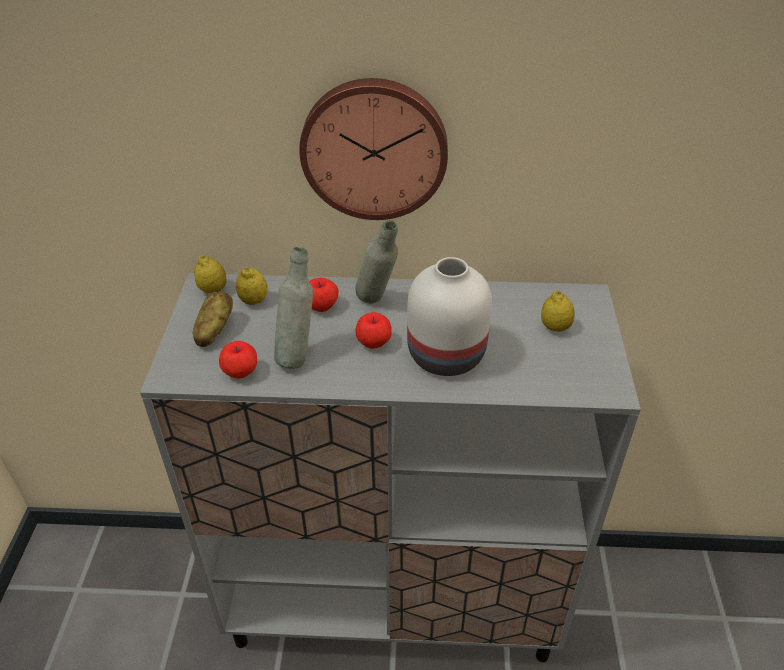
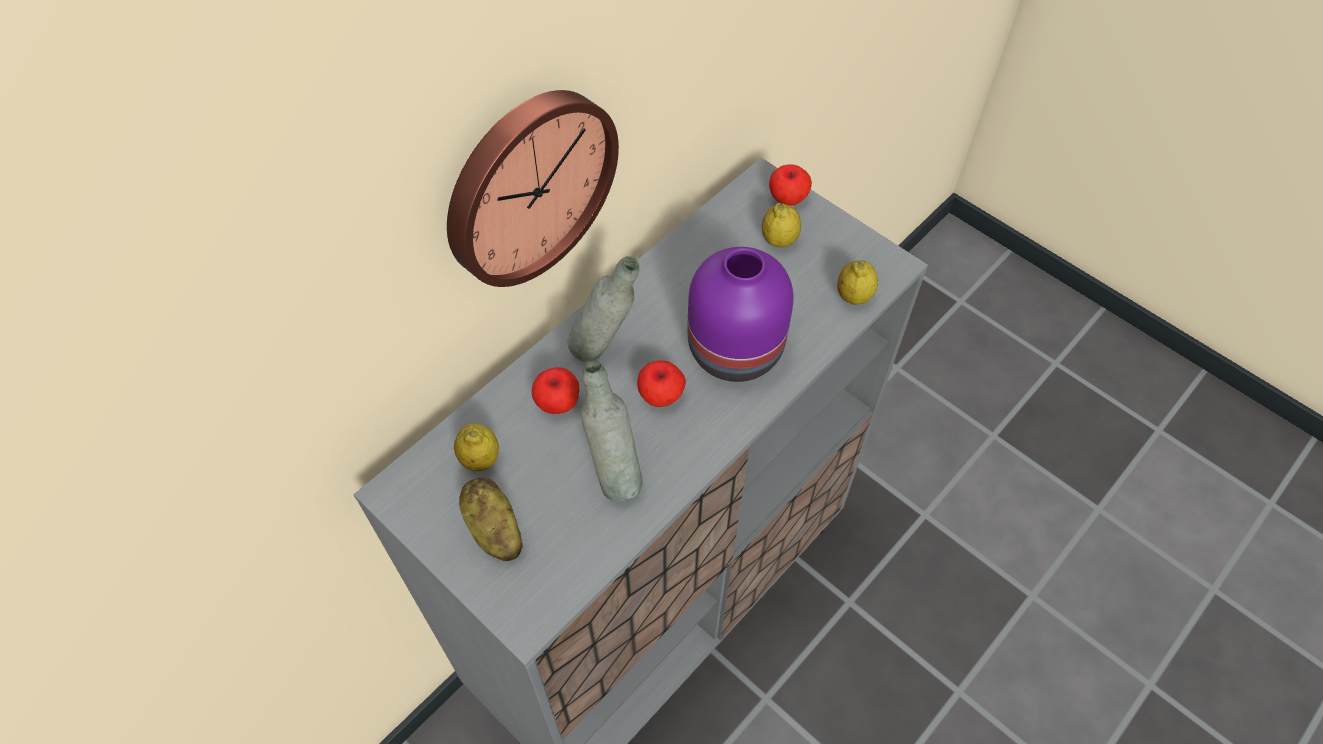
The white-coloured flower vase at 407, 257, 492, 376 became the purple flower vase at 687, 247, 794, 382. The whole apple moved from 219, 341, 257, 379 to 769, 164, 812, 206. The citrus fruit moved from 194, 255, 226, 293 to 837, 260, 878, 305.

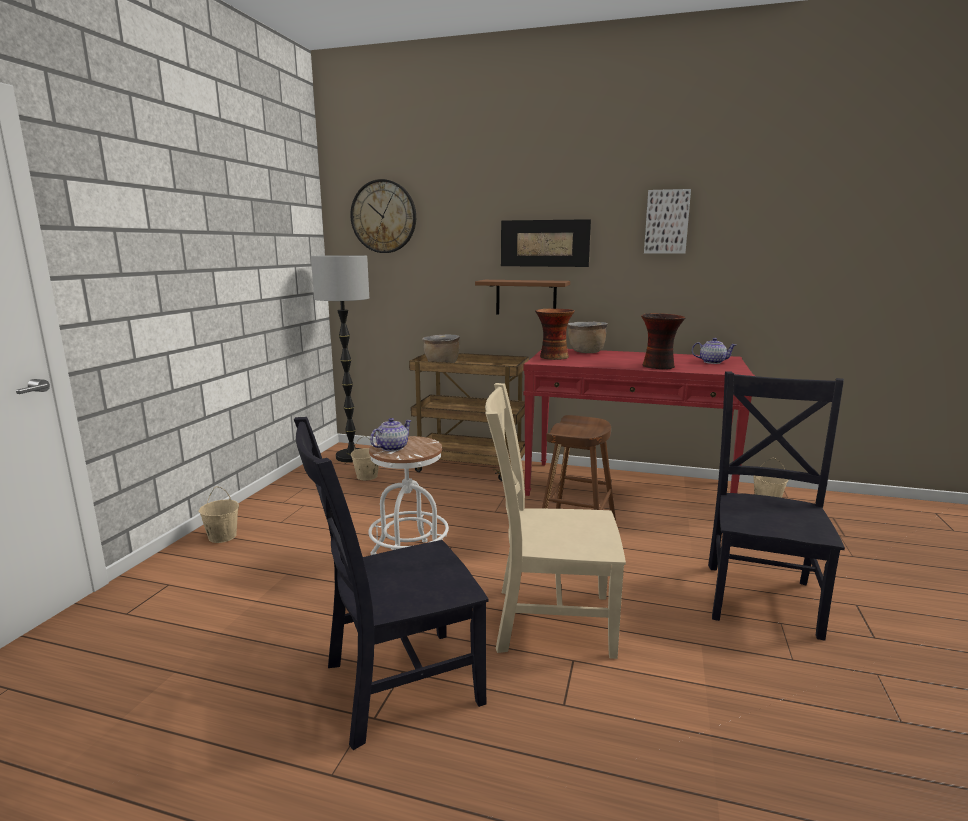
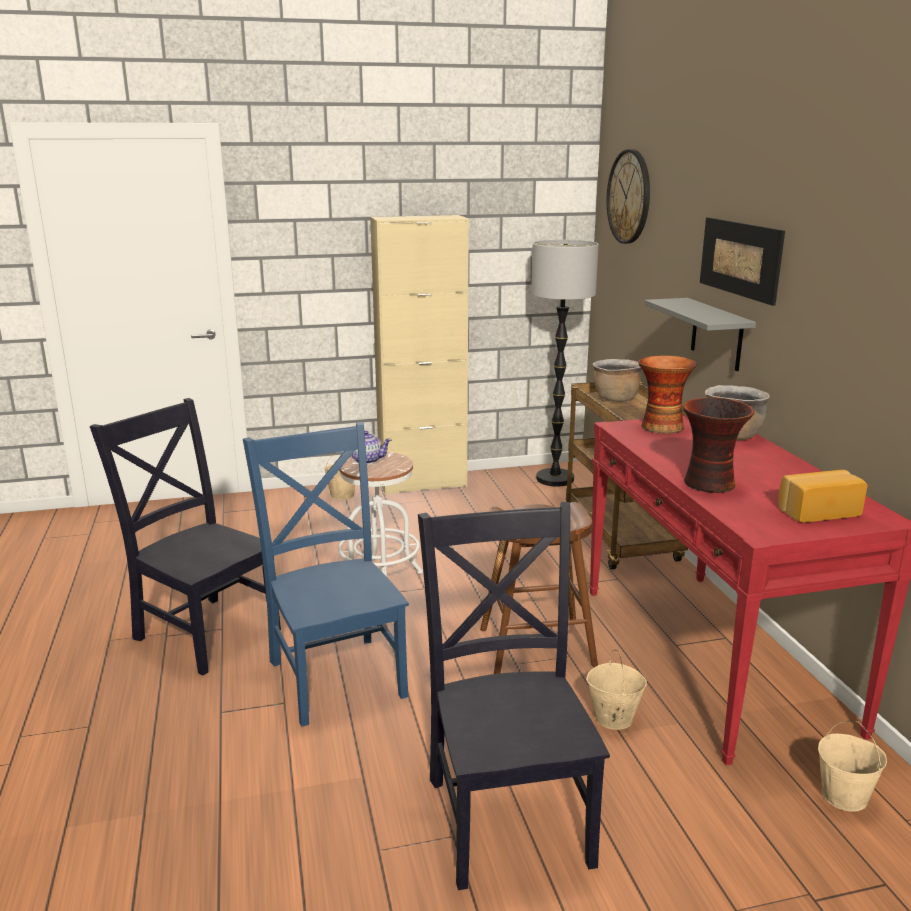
The sand-coloured chair at 485, 383, 626, 659 became the bluish chair at 243, 422, 409, 727. The sand-coloured storage cabinet at 370, 215, 469, 495 appeared. The black chair at 708, 371, 845, 641 turned 90 degrees counterclockwise. The sand-coloured pail moved from 351, 436, 379, 480 to 586, 650, 647, 730. The brown-coloured shelf at 475, 280, 570, 315 became the grey shelf at 645, 298, 756, 371. The tea pot at 692, 338, 736, 364 was replaced by the bread at 778, 470, 867, 522. The wall picture at 644, 189, 691, 254 disappeared.

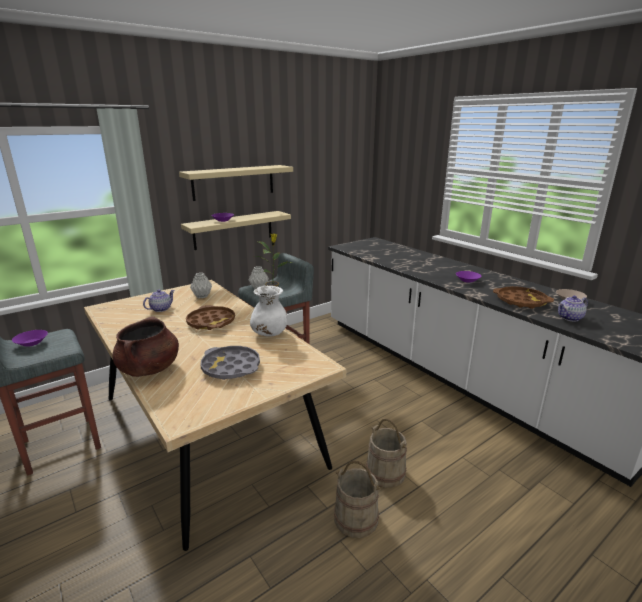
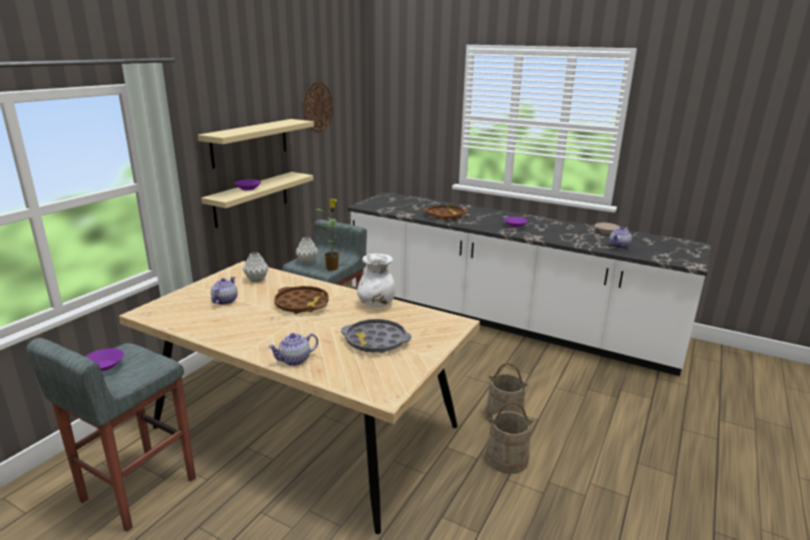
The brown-coloured stockpot at 112, 316, 179, 377 was replaced by the tea pot at 268, 333, 318, 366. The clock on the wall at 303, 82, 333, 133 appeared. The brown-coloured tray moved from 493, 286, 554, 309 to 423, 205, 469, 220.

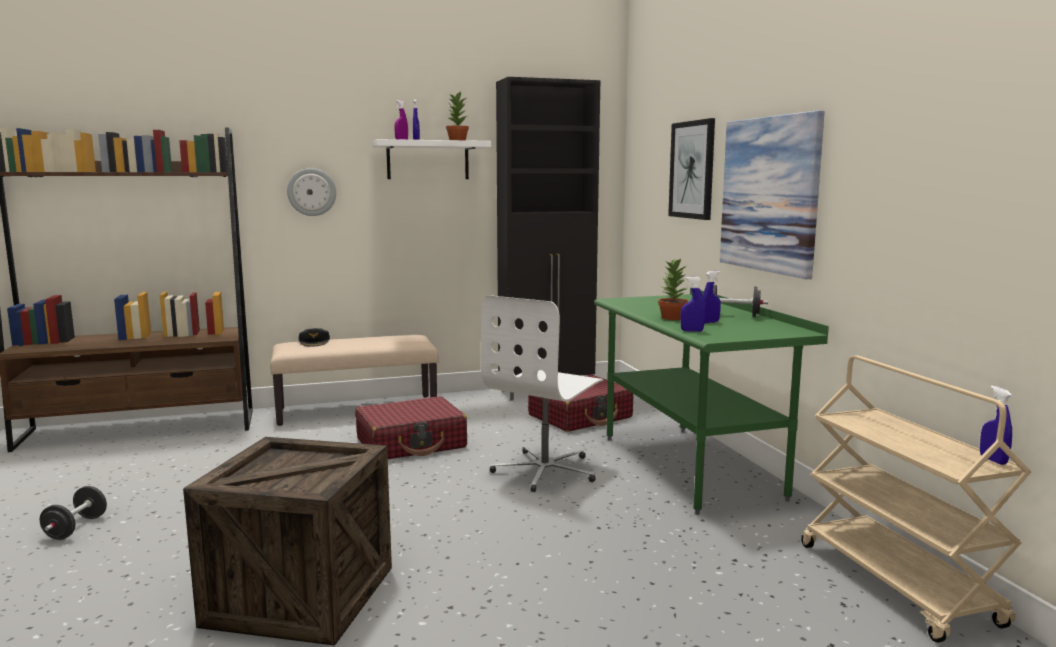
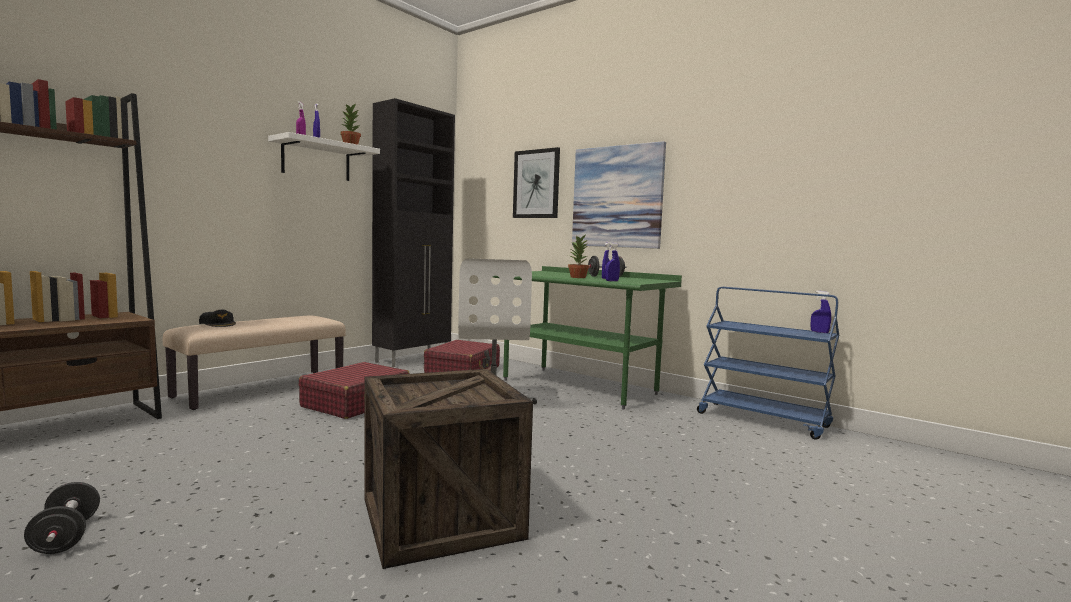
The sand-coloured wheeled cart at 801, 355, 1031, 643 became the bluish wheeled cart at 697, 287, 839, 440. The clock on the wall at 287, 168, 336, 216 disappeared.

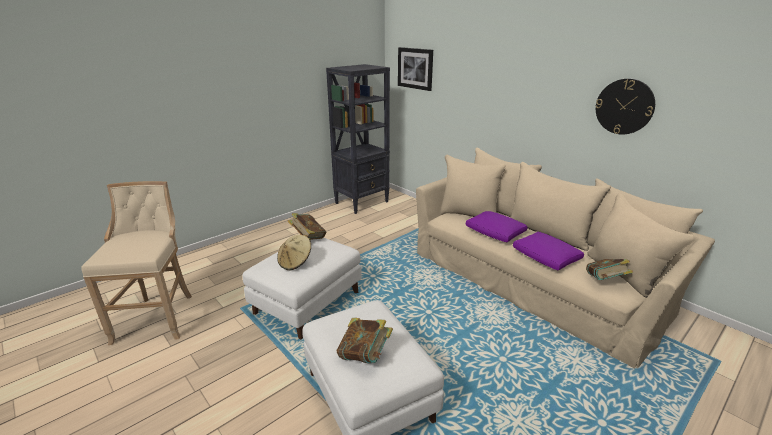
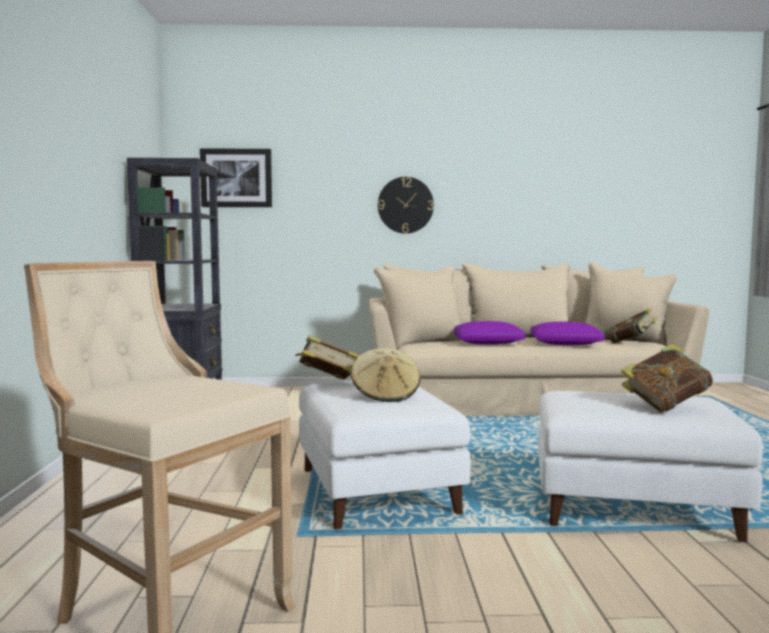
The clock on the wall moved from 596, 78, 655, 135 to 378, 177, 434, 234.

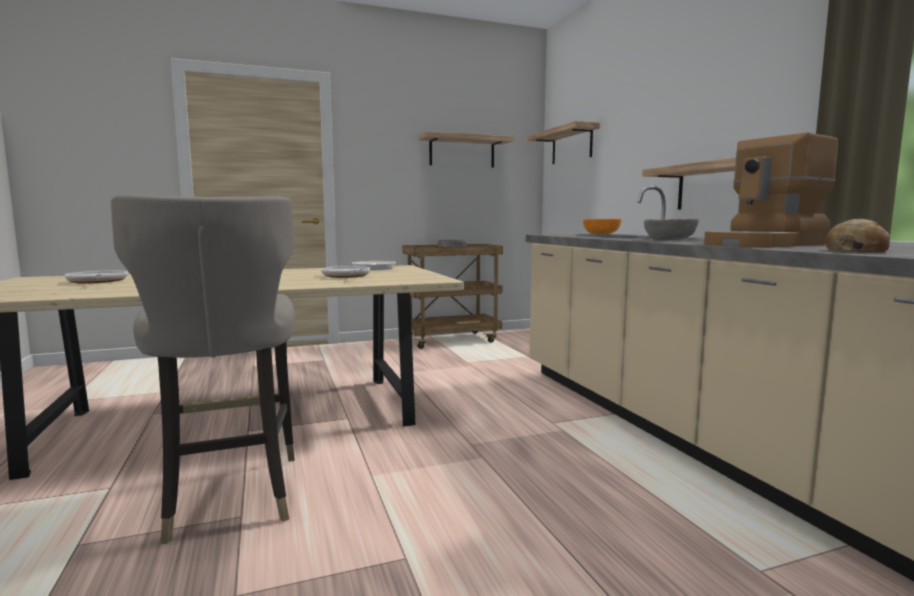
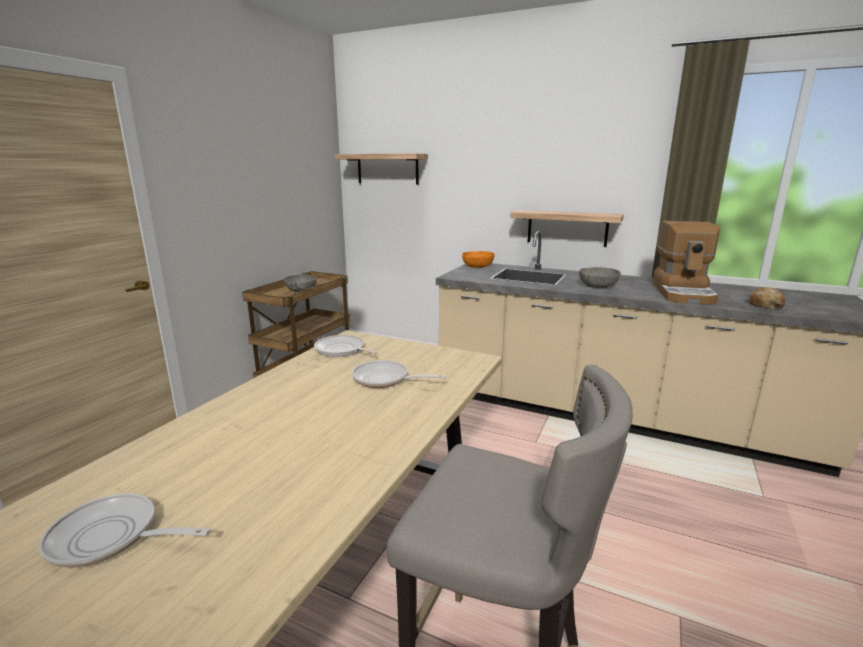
The shelf at 419, 131, 514, 168 disappeared.

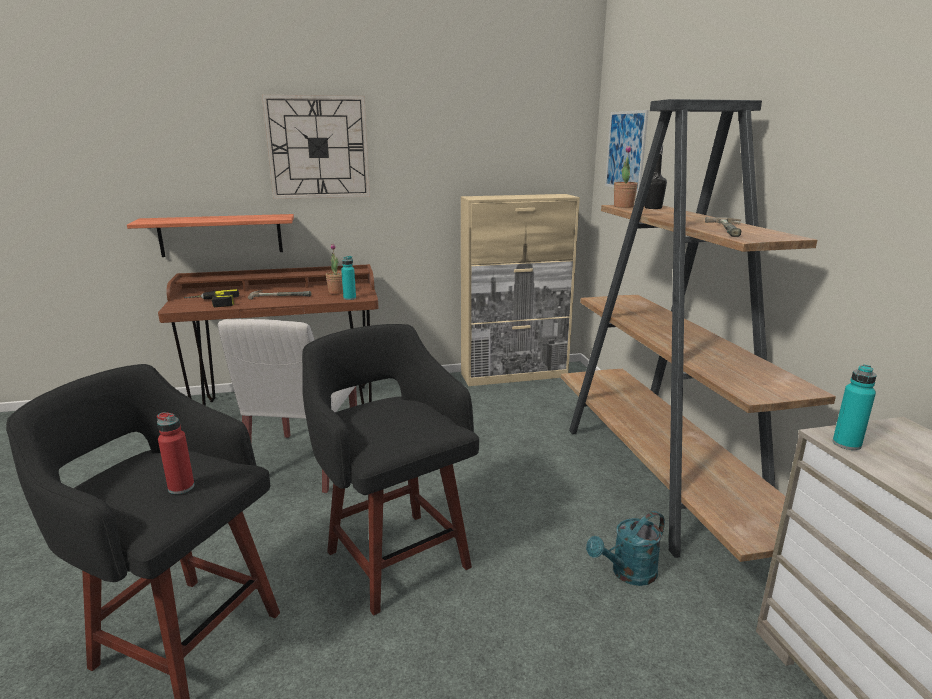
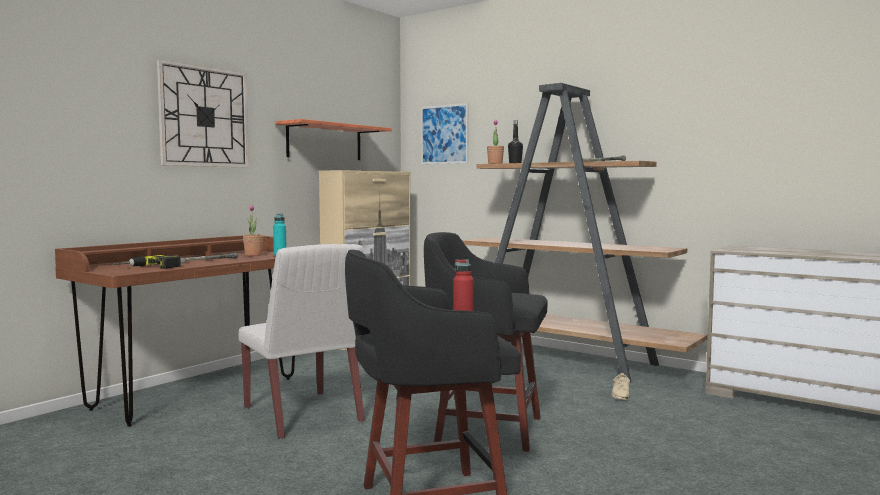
The shelf moved from 127, 214, 294, 257 to 275, 119, 392, 160. The turquoise-coloured sprinkling can at 586, 511, 665, 586 was replaced by the sand-coloured low shoe at 612, 373, 630, 400. The turquoise-coloured bottle at 832, 364, 876, 450 disappeared.

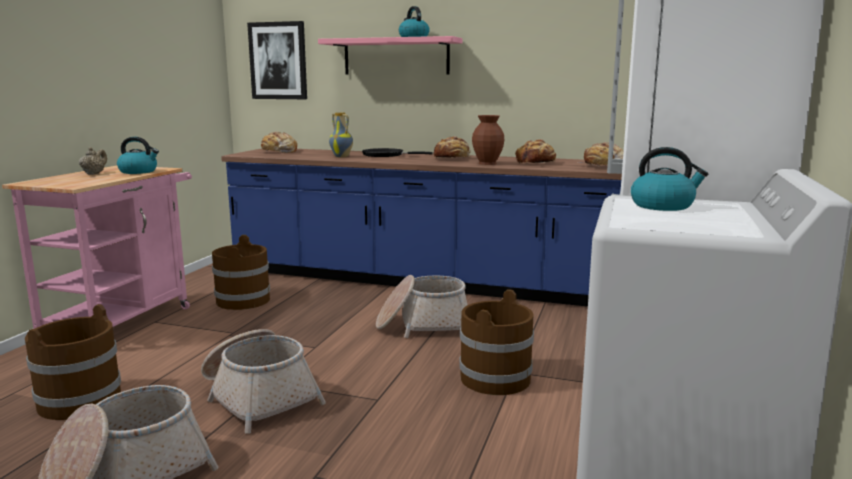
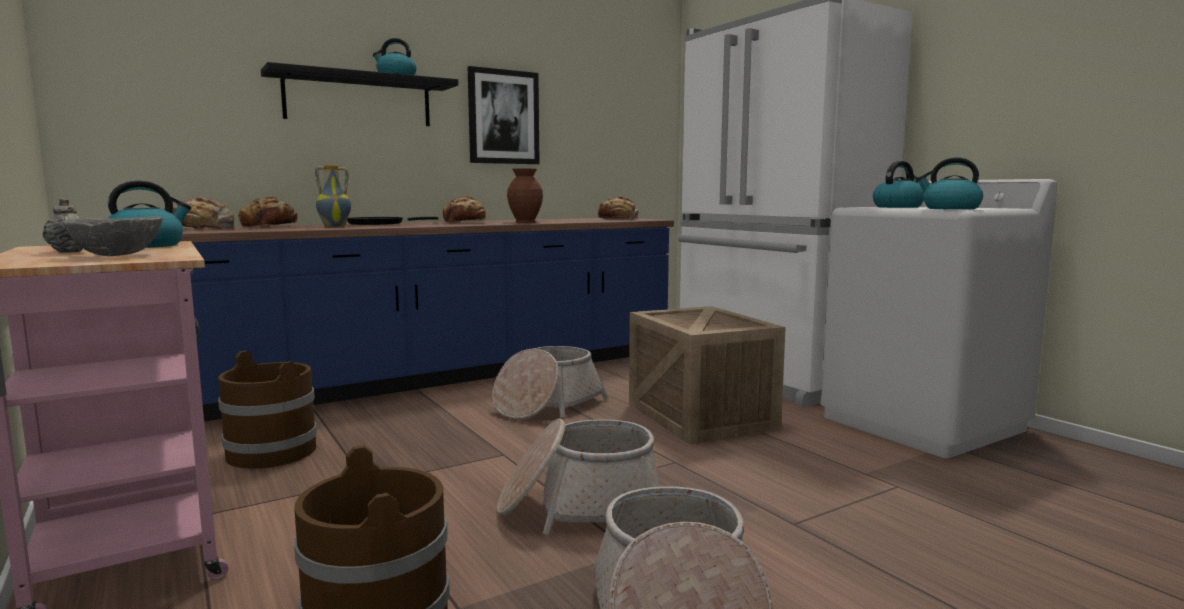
The grey deep dish at 63, 216, 163, 256 appeared. The bread moved from 515, 139, 556, 164 to 238, 196, 297, 228. The pinkish shelf at 318, 36, 462, 75 became the black shelf at 261, 62, 458, 126. The wall picture moved from 247, 21, 307, 99 to 468, 66, 540, 164. The brown-coloured pail at 459, 289, 534, 395 was replaced by the crate at 629, 306, 786, 444. The water kettle at 916, 157, 983, 210 appeared.

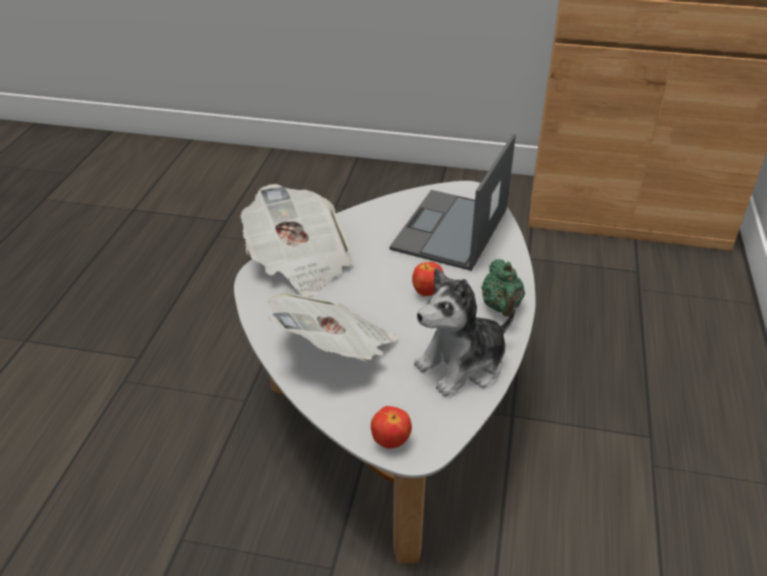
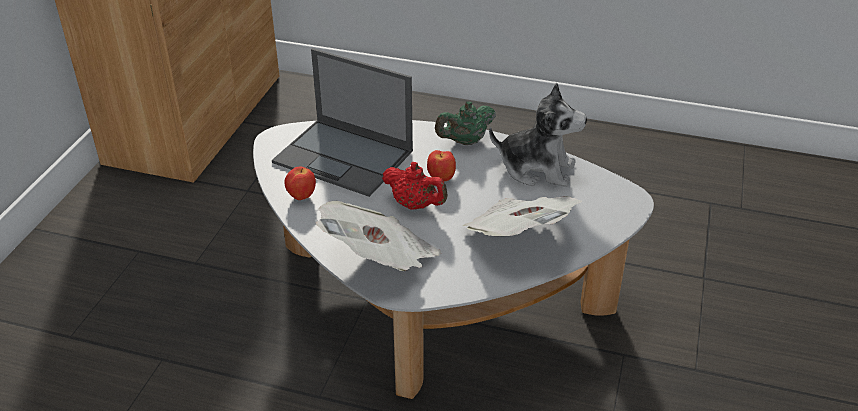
The whole apple moved from 371, 406, 412, 448 to 285, 167, 316, 200. The reddish tea pot at 382, 162, 448, 210 appeared. The greenish tea pot at 481, 259, 525, 317 turned 150 degrees clockwise. The cuddly toy at 414, 268, 516, 397 turned 45 degrees counterclockwise.

